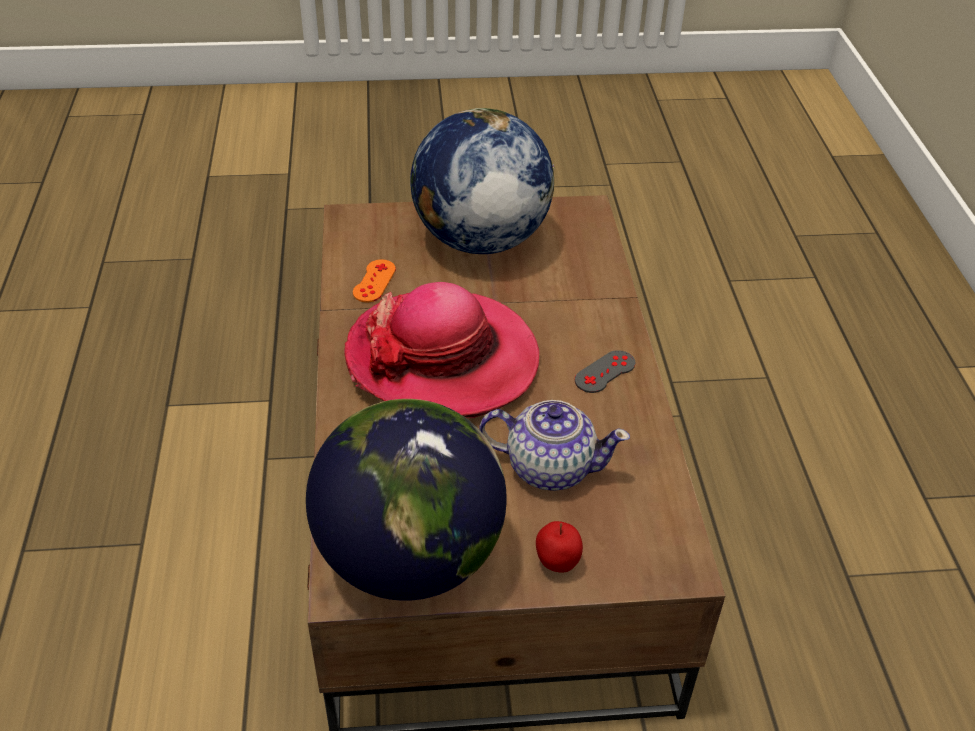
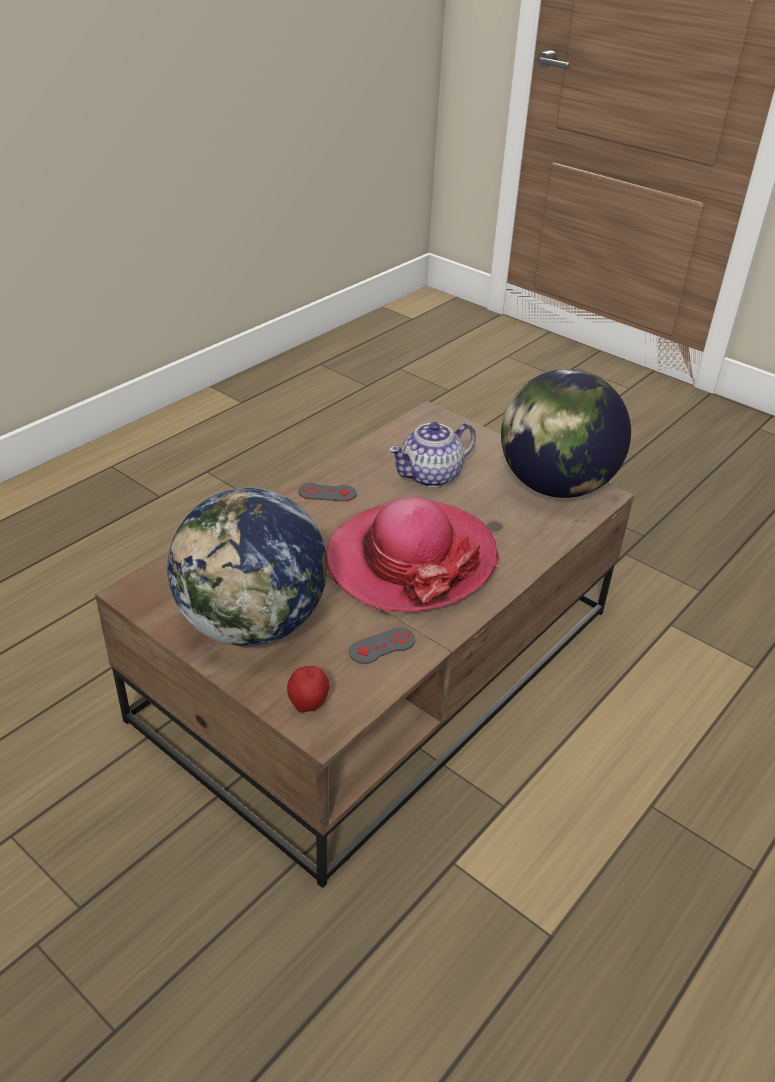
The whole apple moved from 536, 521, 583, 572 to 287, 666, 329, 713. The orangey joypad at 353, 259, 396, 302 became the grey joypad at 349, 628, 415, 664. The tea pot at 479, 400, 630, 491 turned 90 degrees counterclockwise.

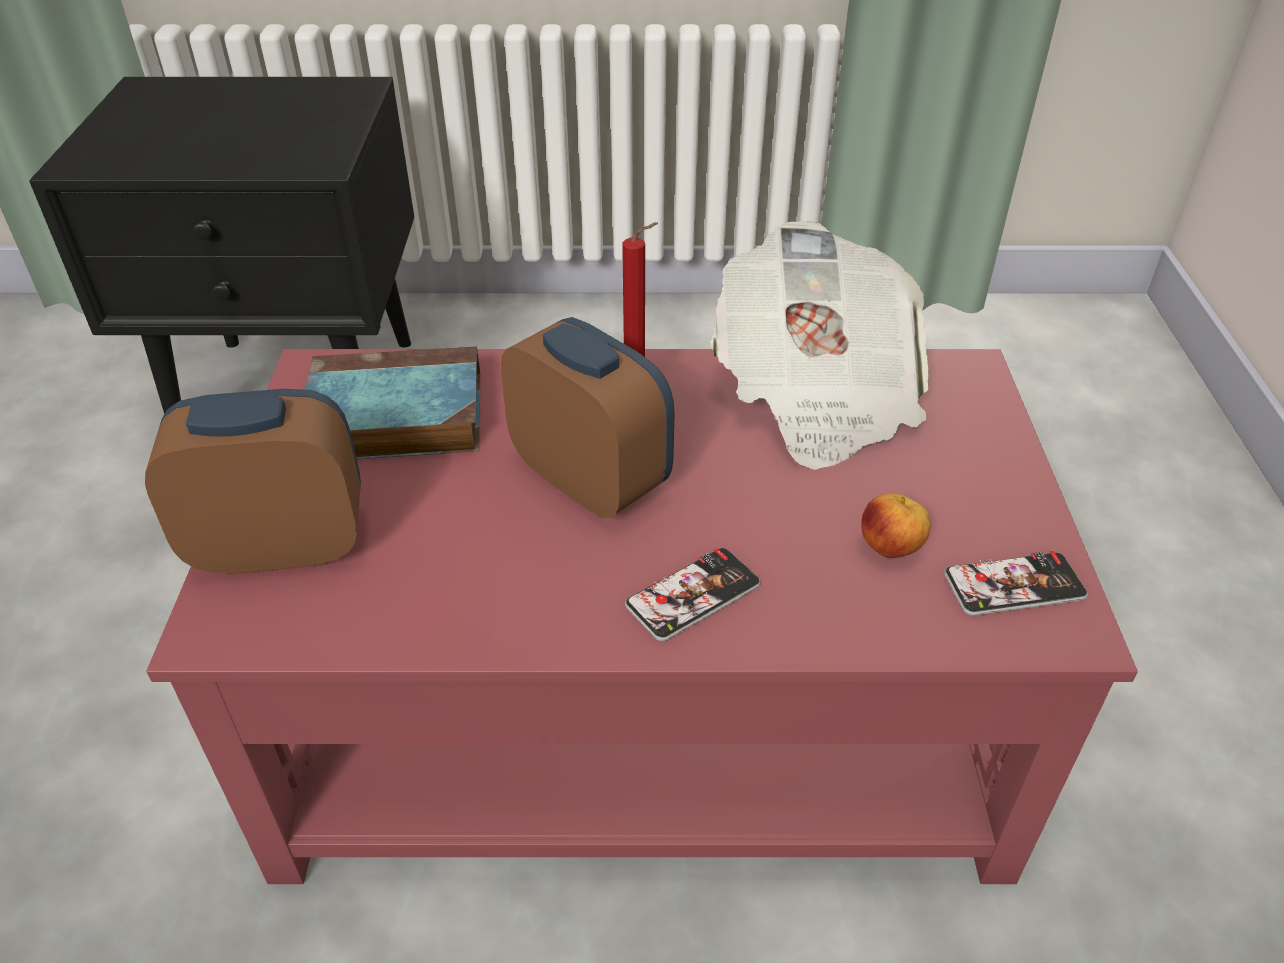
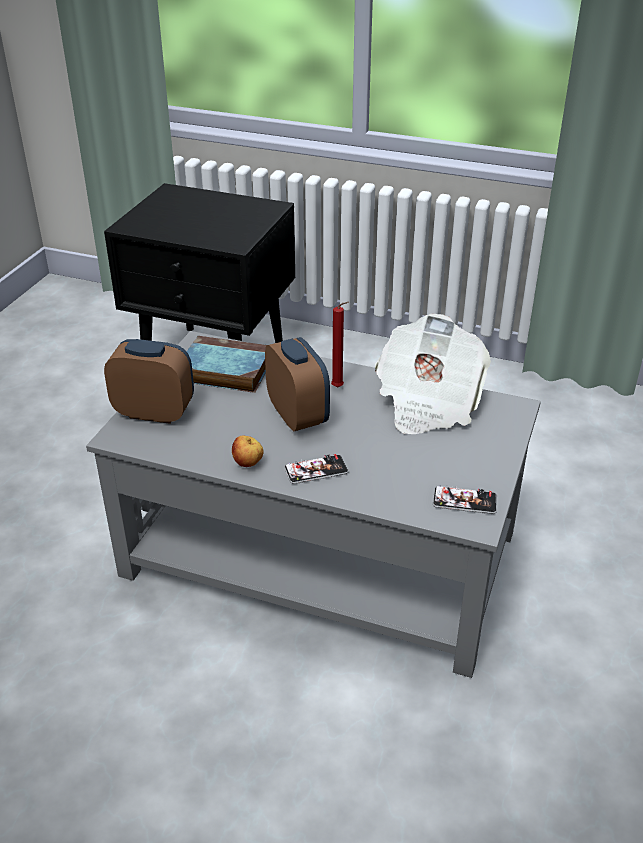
The reddish low table at 146, 349, 1138, 884 became the grey low table at 86, 331, 541, 678. The whole apple moved from 861, 493, 931, 558 to 232, 436, 264, 467.

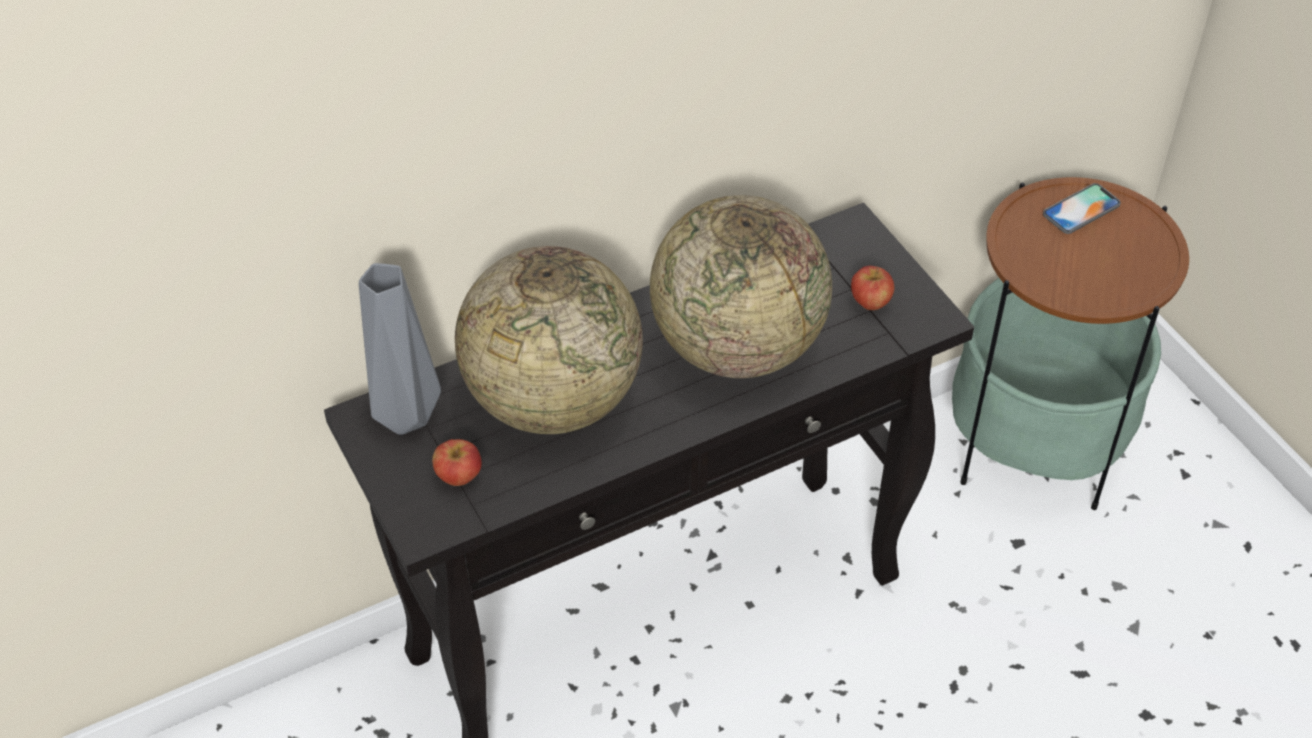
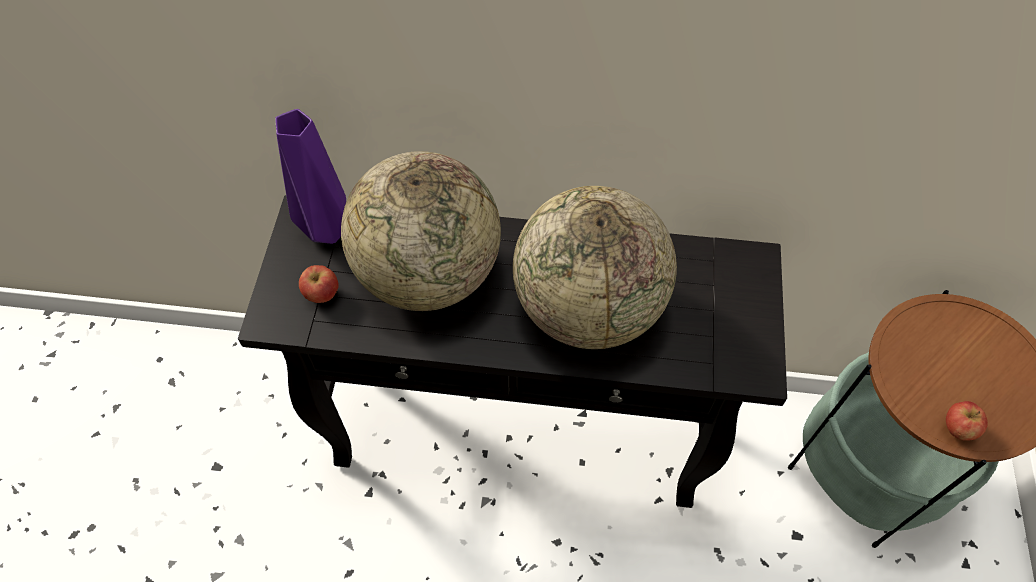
The grey flower vase at 359, 263, 441, 435 became the purple flower vase at 275, 109, 346, 244. The whole apple moved from 851, 266, 895, 310 to 946, 401, 988, 441. The telephone at 1043, 183, 1121, 234 disappeared.

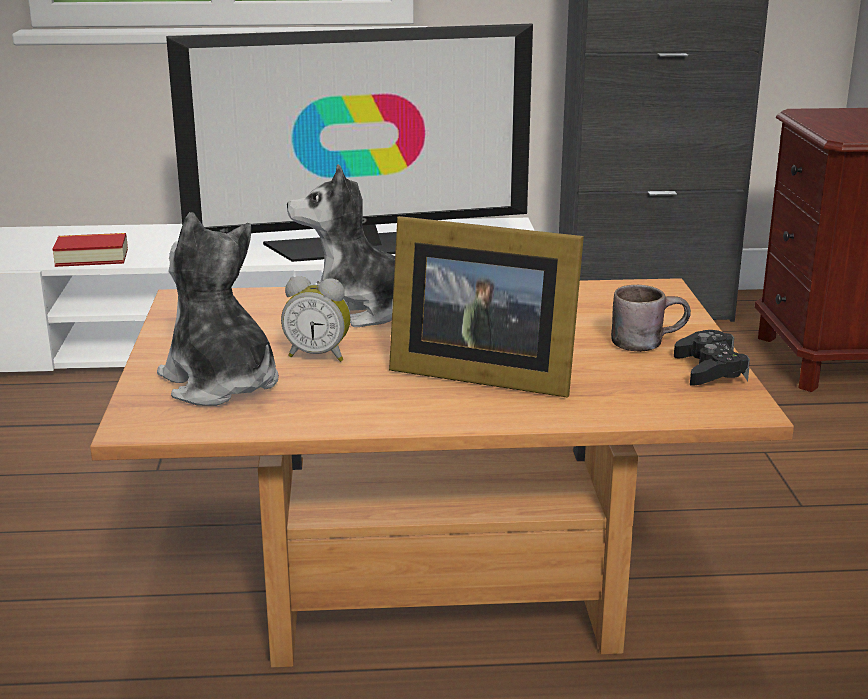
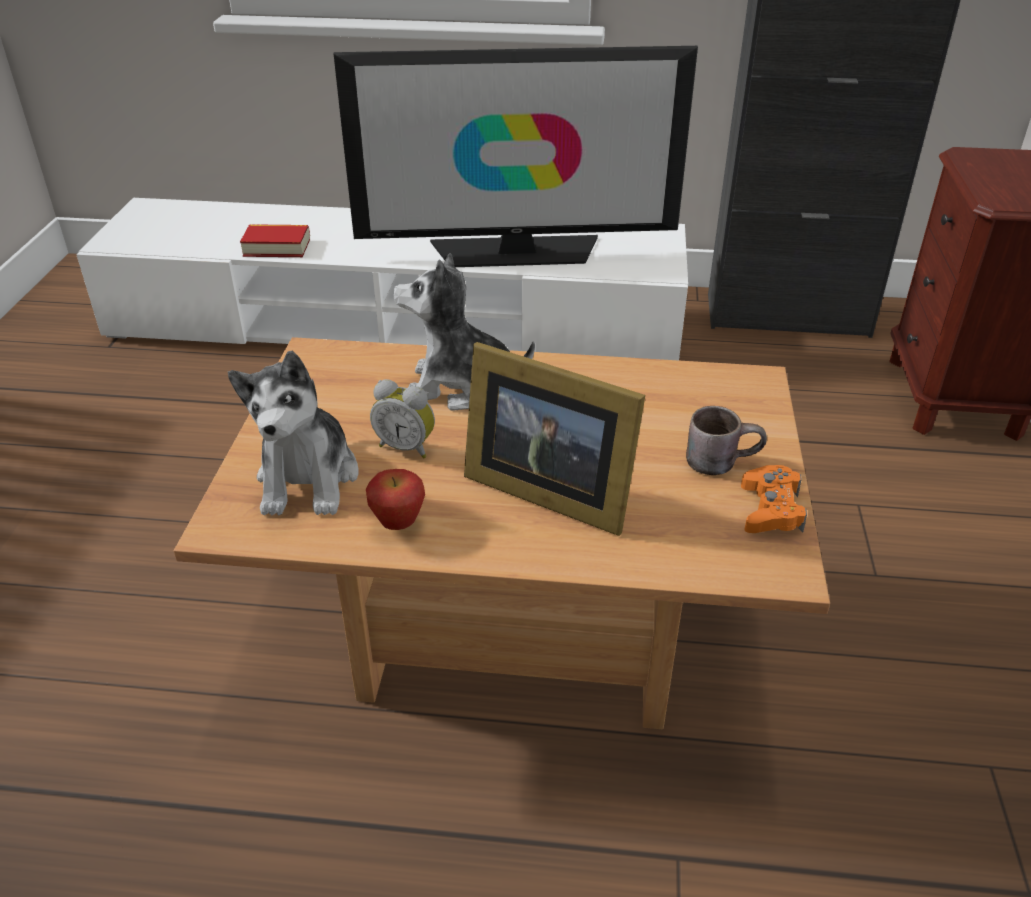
The cuddly toy at 157, 212, 279, 406 turned 150 degrees counterclockwise. The whole apple at 366, 469, 425, 530 appeared. The black joypad at 674, 330, 750, 386 became the orangey joypad at 741, 465, 807, 533.

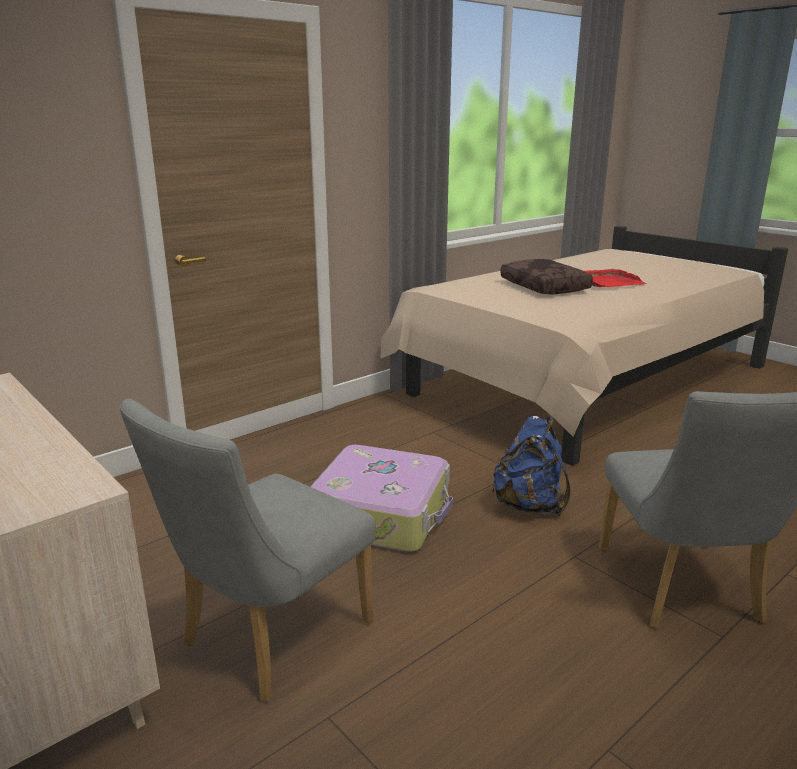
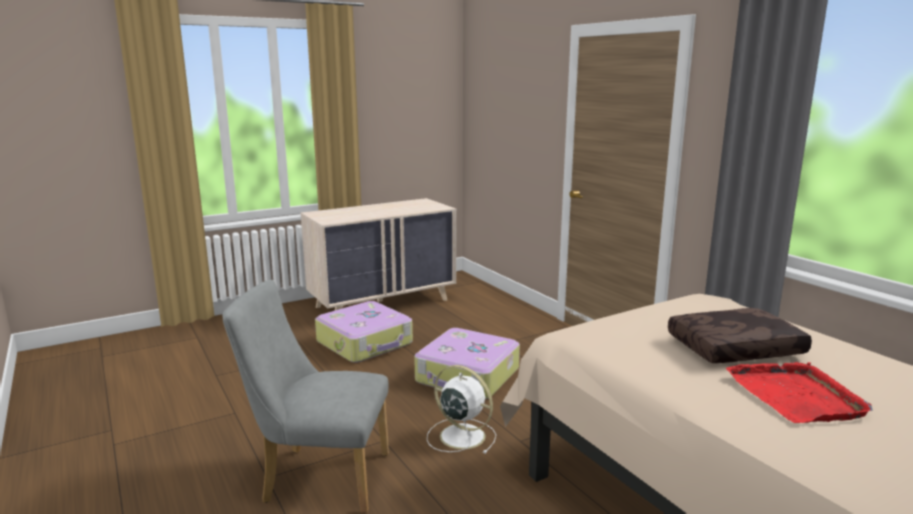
The grey chair at 120, 399, 375, 702 was replaced by the suitcase at 315, 301, 413, 363. The bluish backpack at 492, 416, 571, 516 was replaced by the white-coloured fan at 427, 365, 496, 454.

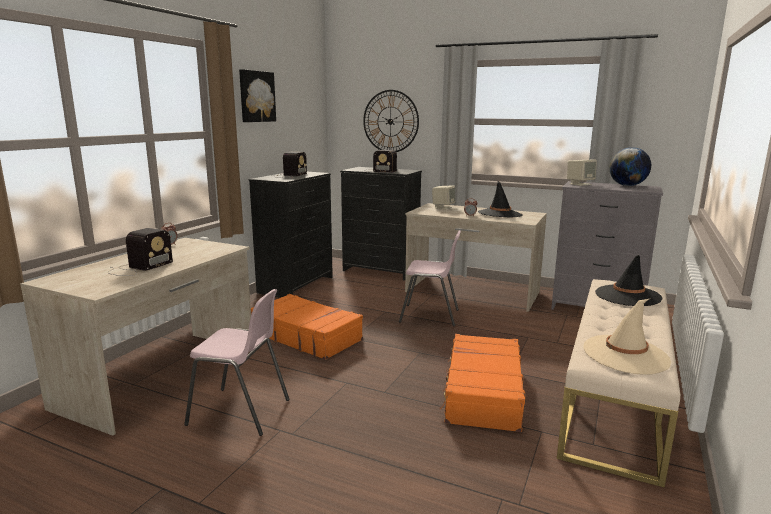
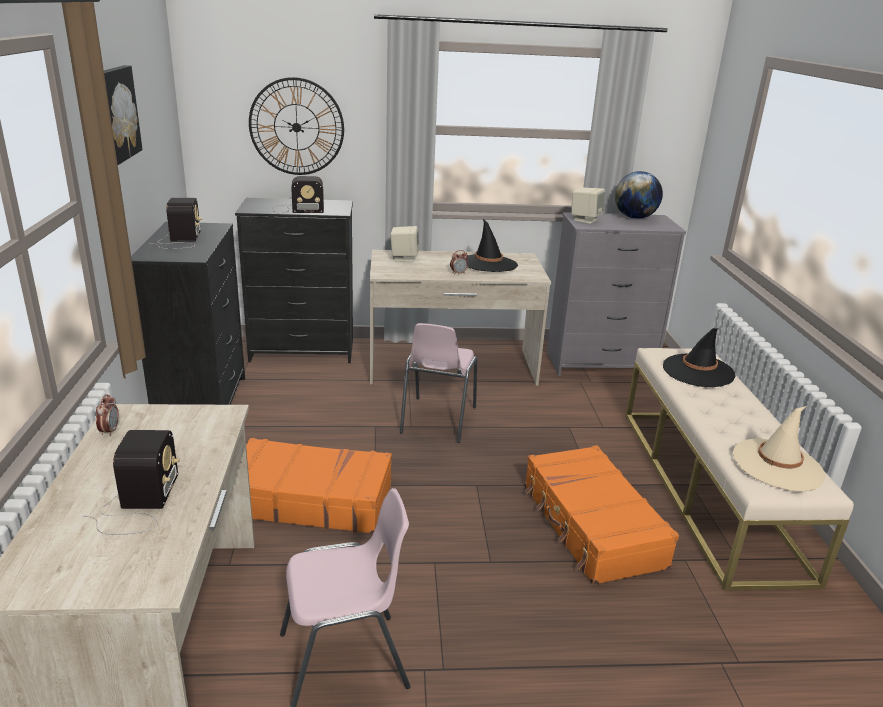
The pinkish chair at 399, 230, 461, 327 turned 120 degrees clockwise.

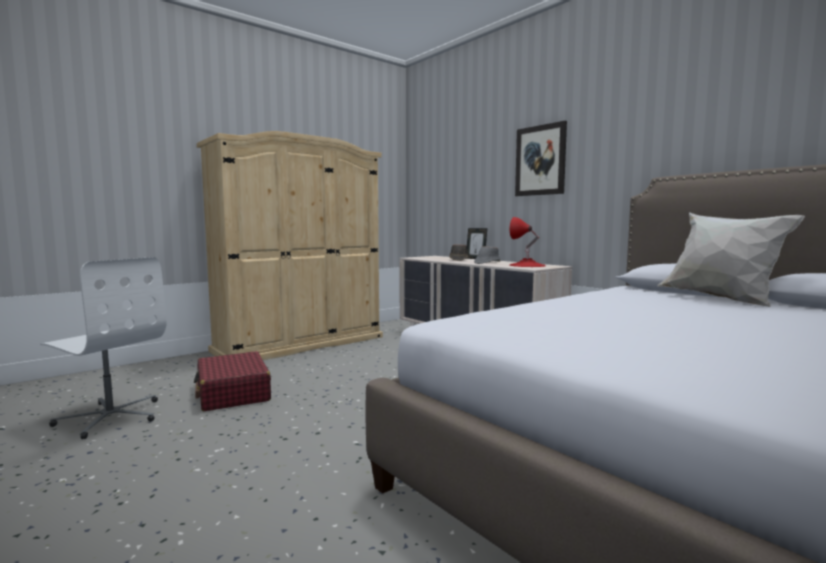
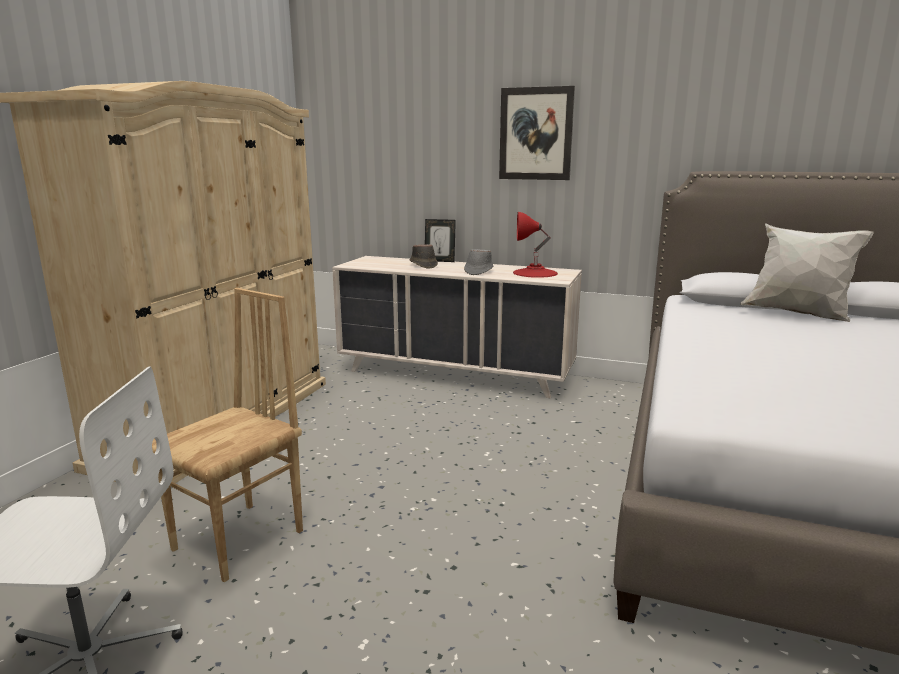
The reddish suitcase at 194, 351, 271, 411 was replaced by the brown-coloured chair at 152, 288, 303, 582.

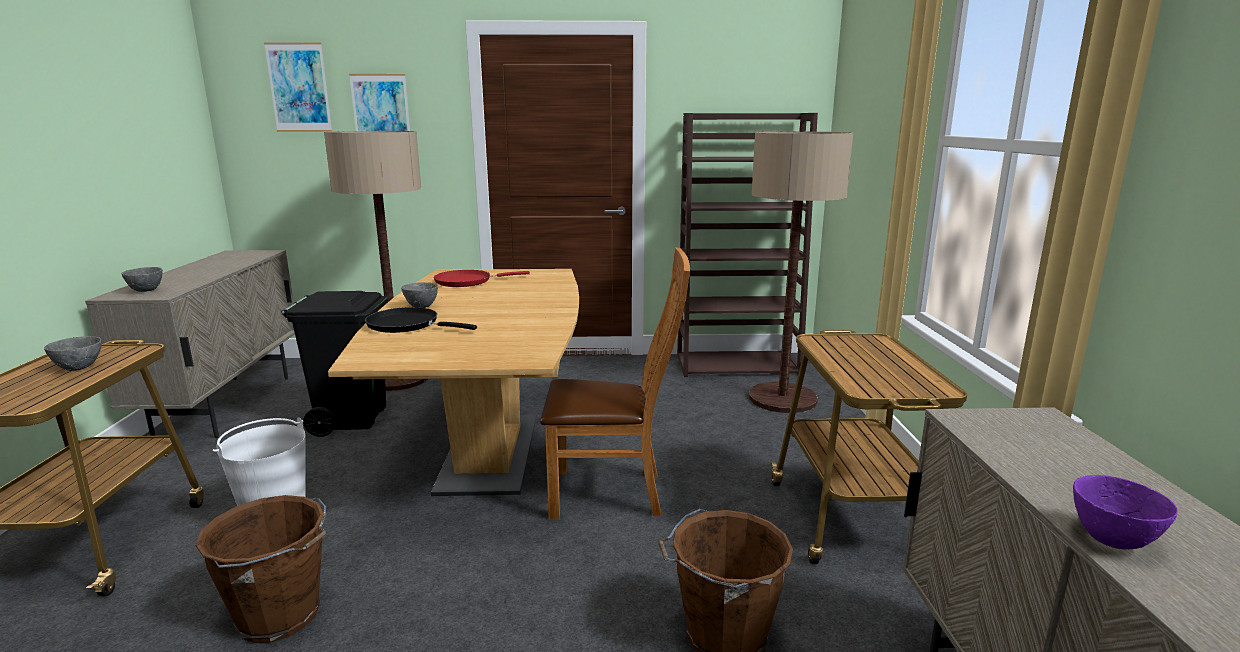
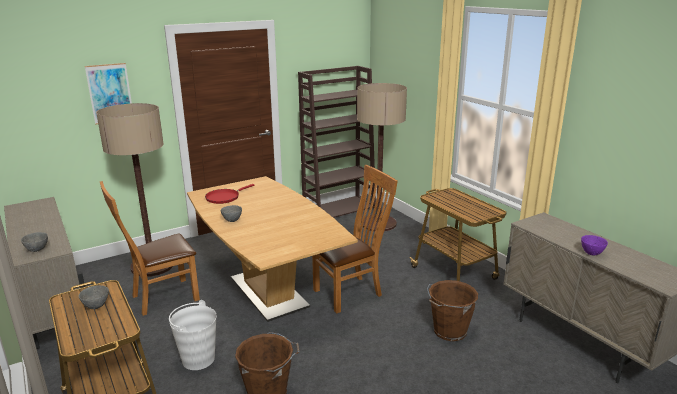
The black rubbish bin at 281, 291, 388, 437 was replaced by the brown-coloured chair at 100, 181, 200, 316. The wall picture at 264, 42, 332, 132 disappeared. The black pan at 365, 307, 477, 333 disappeared.

